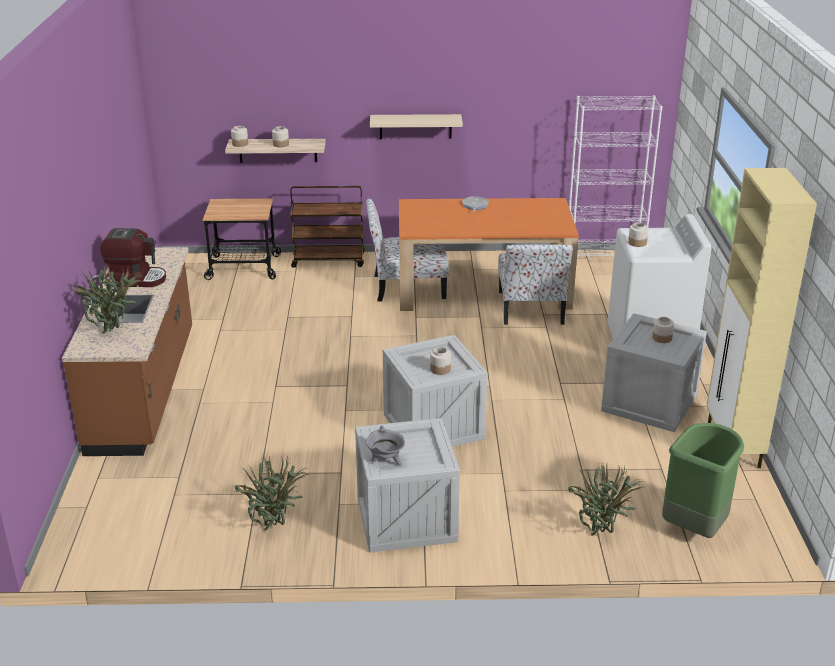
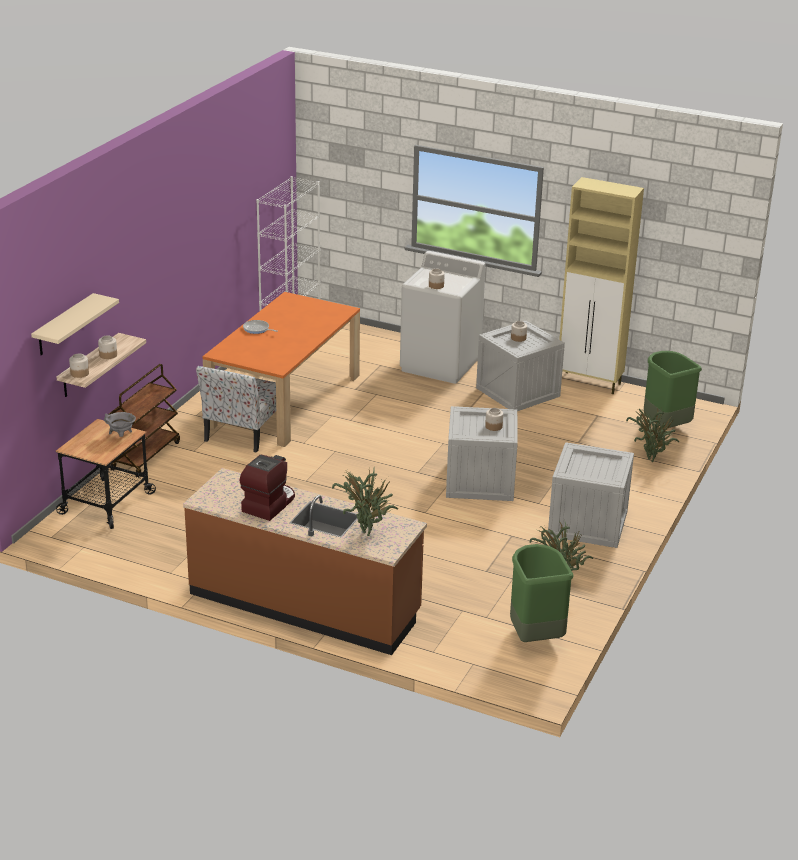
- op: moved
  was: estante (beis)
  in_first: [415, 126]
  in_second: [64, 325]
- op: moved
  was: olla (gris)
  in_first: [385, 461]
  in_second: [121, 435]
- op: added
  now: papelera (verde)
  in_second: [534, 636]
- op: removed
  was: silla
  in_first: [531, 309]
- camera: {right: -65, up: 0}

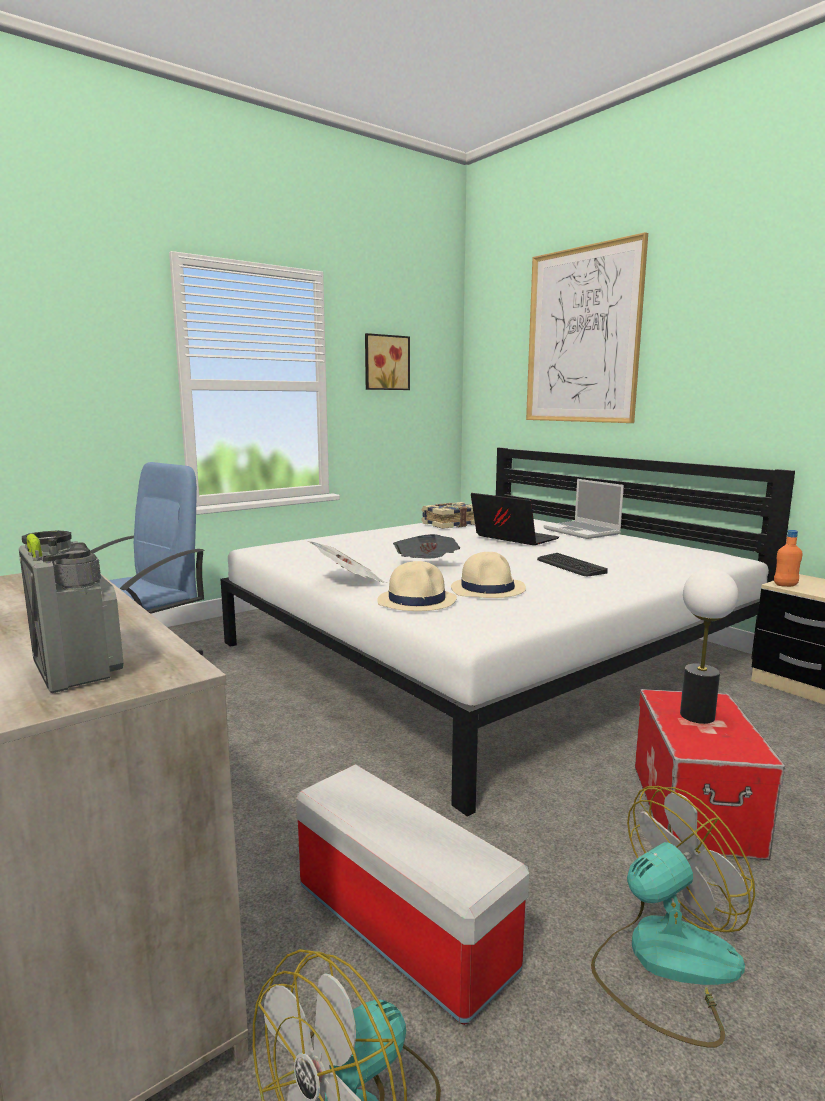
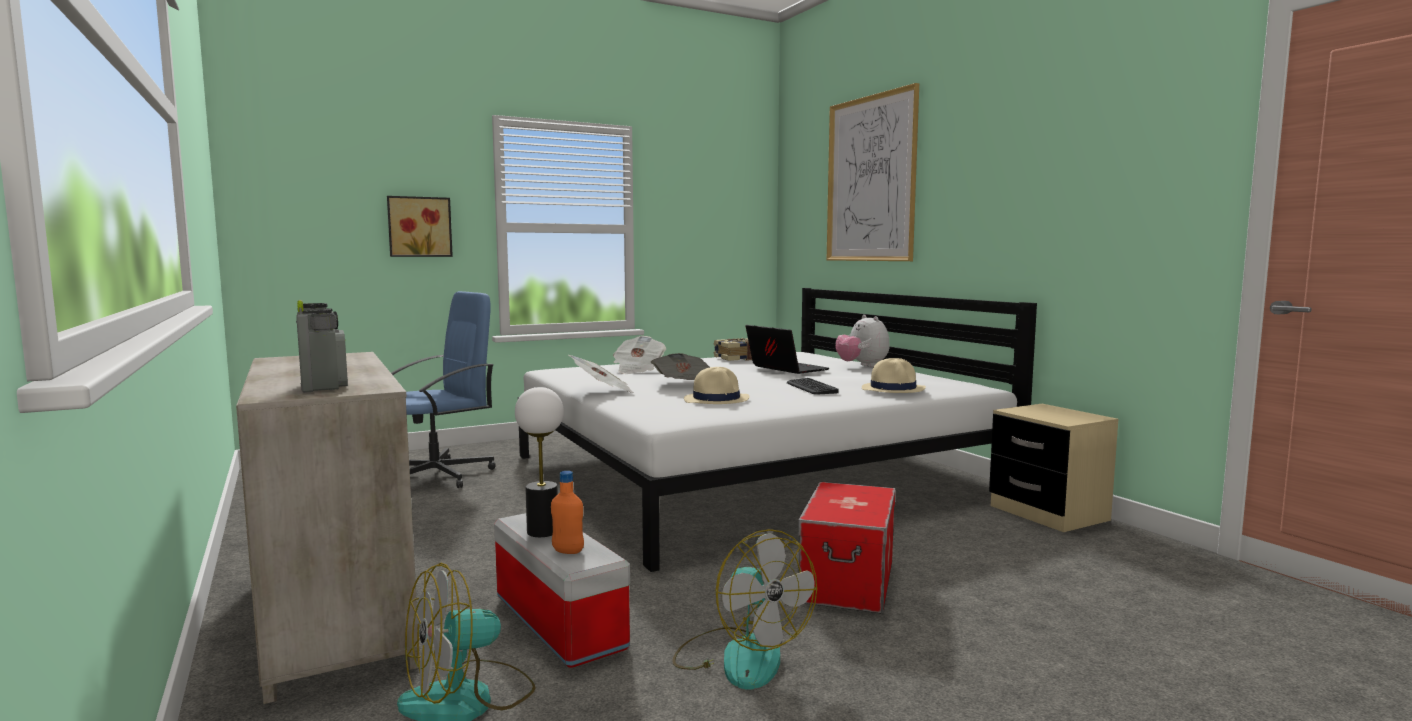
- op: moved
  was: cuadro
  in_first: [385, 362]
  in_second: [419, 227]
- op: moved
  was: lámpara de mesa
  in_first: [697, 716]
  in_second: [543, 532]
- op: moved
  was: botella (naranja)
  in_first: [785, 585]
  in_second: [568, 551]
- op: added
  now: periódico
  in_second: [638, 370]
- op: turned
  was: ventilador
  in_first: [664, 963]
  in_second: [740, 656]
  clockwise: 75
- op: replaced
  was: portátil
  now: peluche
  in_first: [583, 532]
  in_second: [862, 366]
- op: moved
  was: sombrero (beis)
  in_first: [417, 601]
  in_second: [893, 389]
- camera: {right: 10, up: -5}

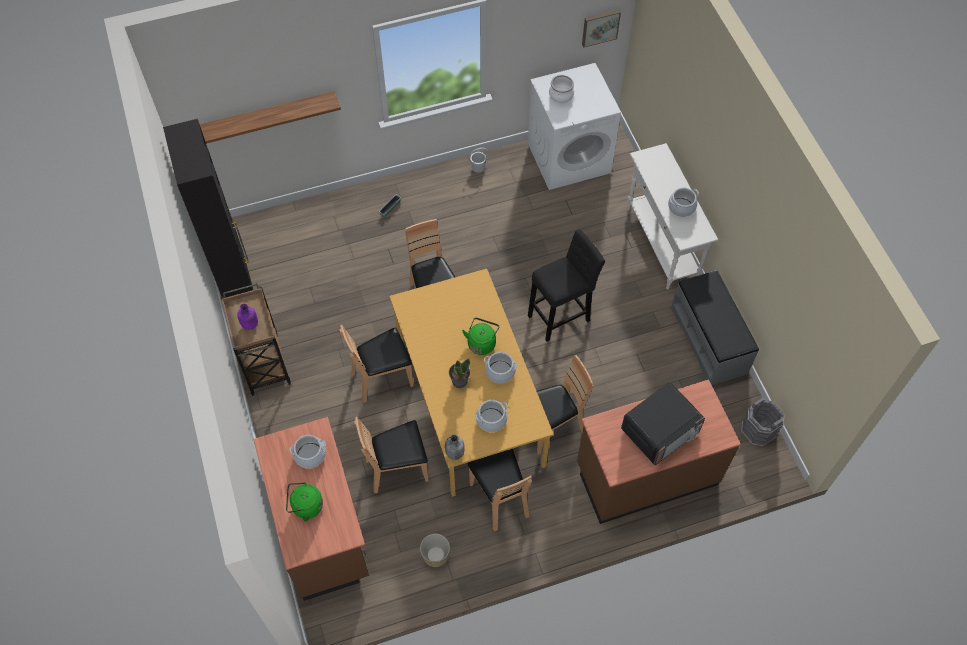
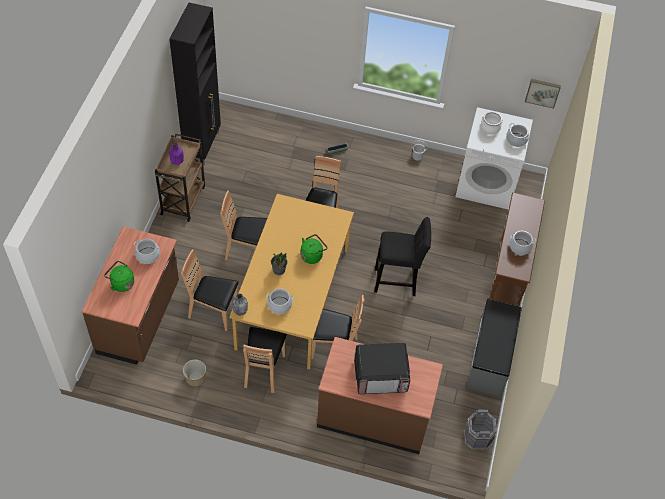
- op: recoloured
  was: mesa consola (blanco)
  now: mesa consola (marrón)
  in_first: [661, 244]
  in_second: [507, 276]
- op: moved
  was: olla
  in_first: [500, 371]
  in_second: [516, 140]
- op: removed
  was: estante
  in_first: [268, 116]
- camera: {right: 30, up: -5}

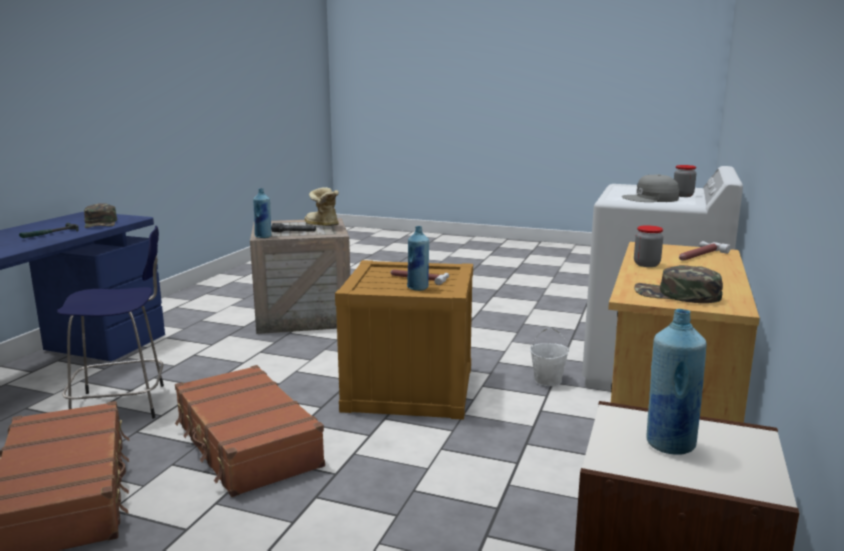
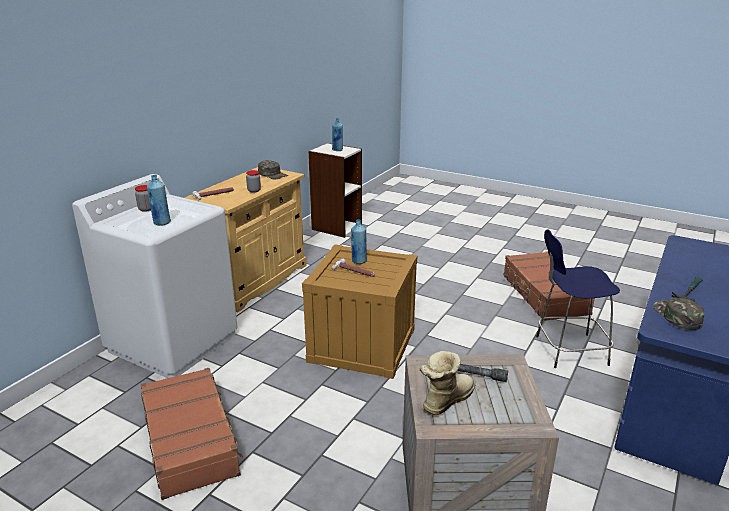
- op: moved
  was: maleta (marrón)
  in_first: [246, 444]
  in_second: [191, 440]
- op: moved
  was: botella (azul)
  in_first: [263, 237]
  in_second: [162, 223]
- op: turned
  was: bota
  in_first: [321, 225]
  in_second: [445, 400]
  clockwise: -105
- op: removed
  was: cubo (blanco)
  in_first: [548, 380]
- op: removed
  was: gorra (gris)
  in_first: [650, 199]
- camera: {right: -170, up: 10}

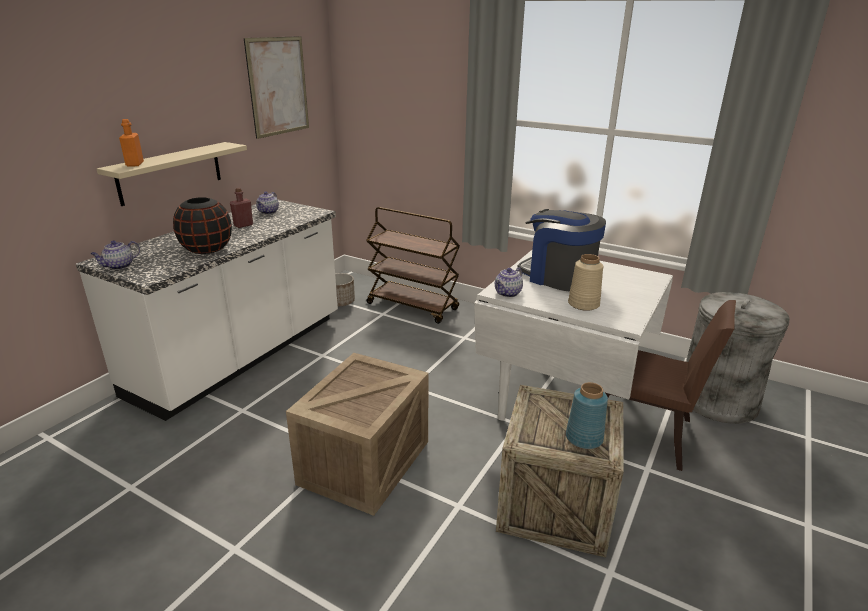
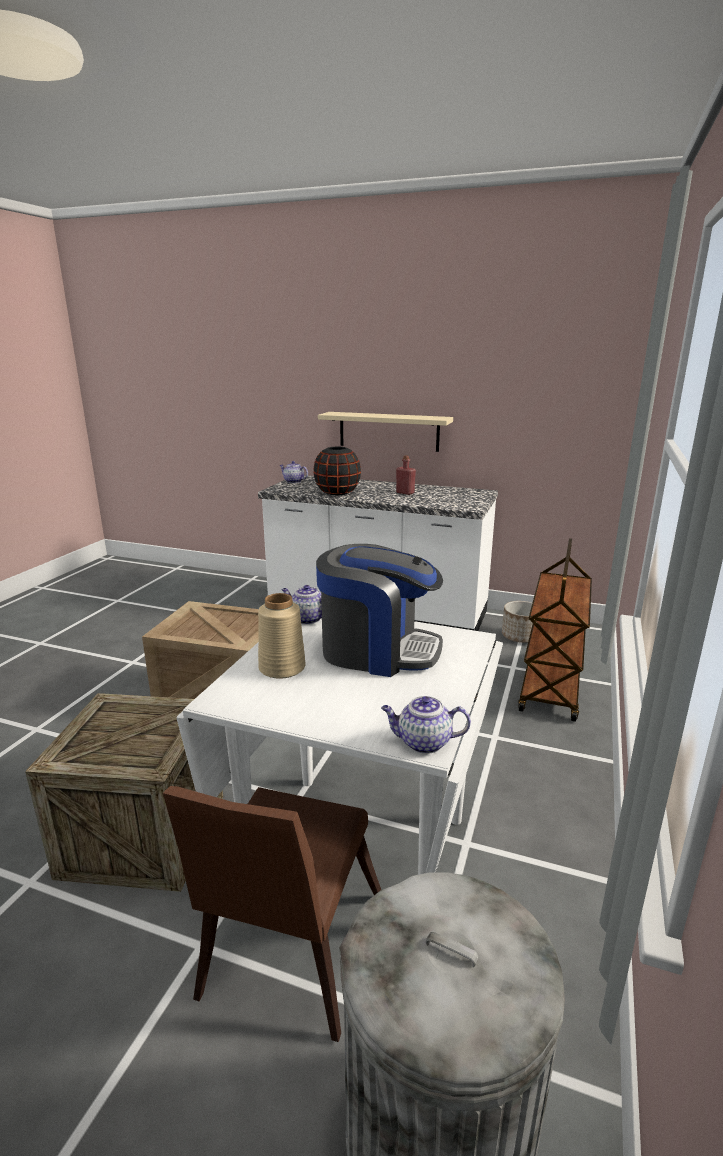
- op: turned
  was: cafetera
  in_first: [558, 277]
  in_second: [377, 651]
  clockwise: 75
- op: moved
  was: tetera
  in_first: [268, 212]
  in_second: [423, 742]
- op: removed
  was: botella (naranja)
  in_first: [135, 164]
- op: removed
  was: cuadro
  in_first: [278, 86]
- op: removed
  was: florero (azul)
  in_first: [584, 438]
- camera: {right: 80, up: -5}

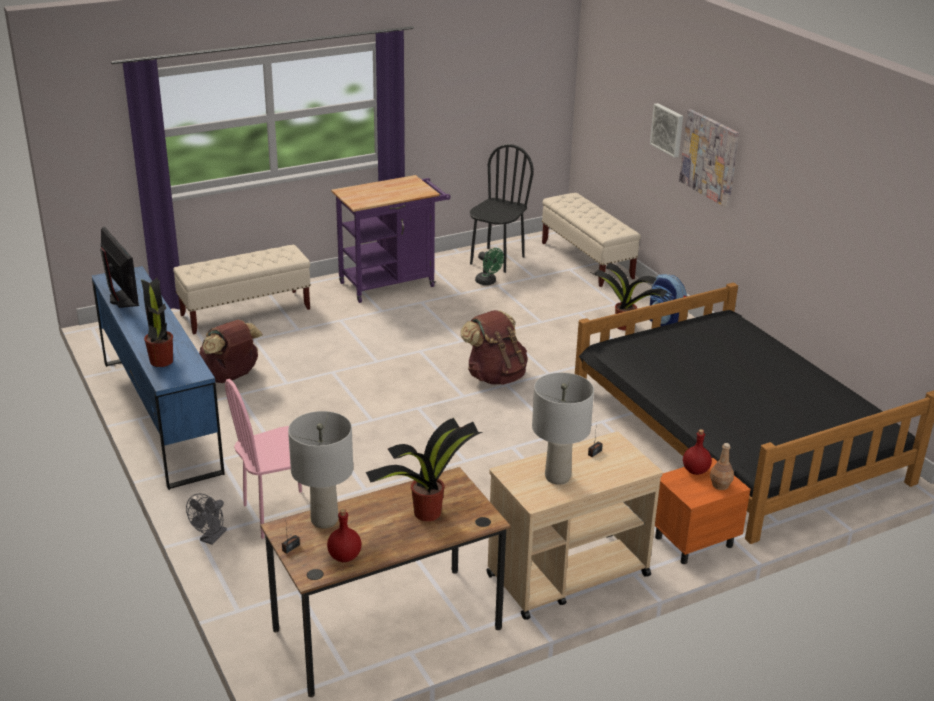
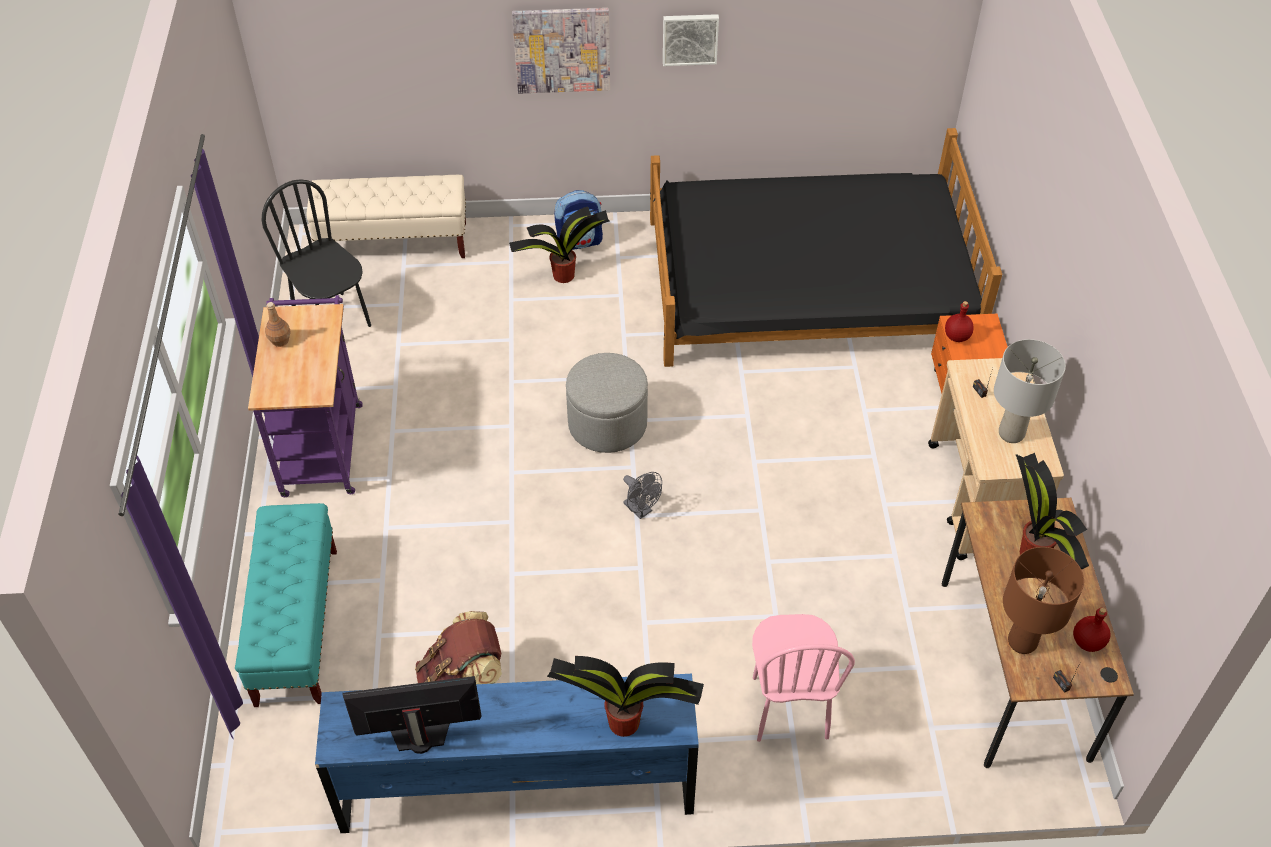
- op: recoloured
  was: banco (beis)
  now: banco (turquesa)
  in_first: [246, 312]
  in_second: [297, 626]
- op: moved
  was: botella (marrón)
  in_first: [720, 485]
  in_second: [280, 340]
- op: replaced
  was: mochila (marrón)
  now: puf (gris)
  in_first: [495, 376]
  in_second: [607, 424]
- op: moved
  was: ventilador (gris)
  in_first: [211, 538]
  in_second: [641, 510]
- op: moved
  was: cuadro
  in_first: [668, 129]
  in_second: [690, 38]
- op: recoloured
  was: lámpara de mesa (gris)
  now: lámpara de mesa (marrón)
  in_first: [324, 520]
  in_second: [1021, 642]
- op: removed
  was: ventilador (verde)
  in_first: [488, 282]
- camera: {right: -65, up: 20}

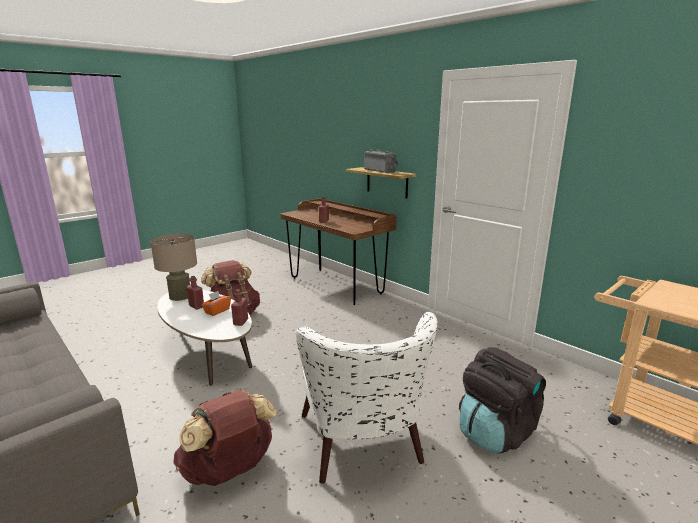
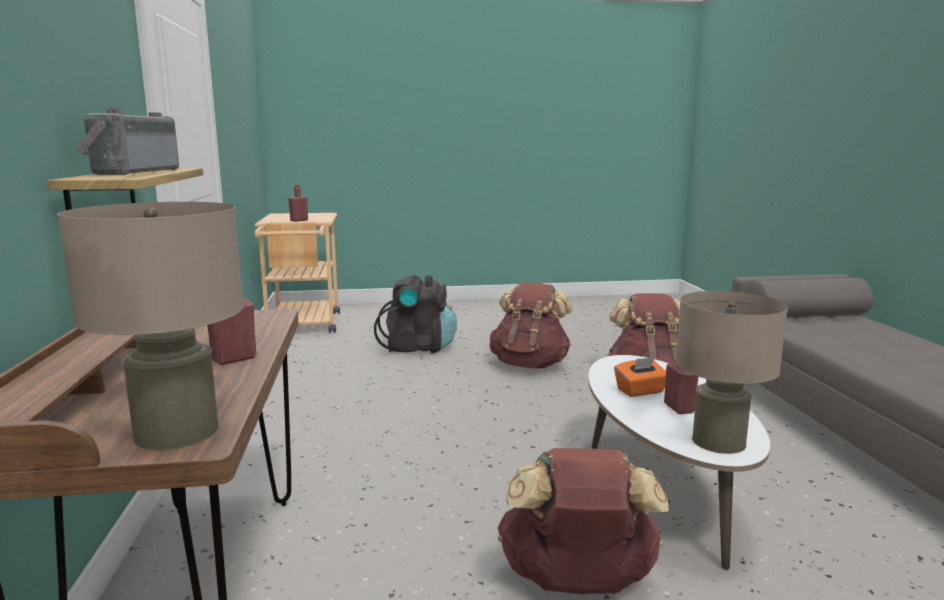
- op: added
  now: lámpara de mesa (beis)
  in_second: [176, 432]
- op: moved
  was: botella (rojo)
  in_first: [240, 322]
  in_second: [299, 220]
- op: replaced
  was: sillón (blanco)
  now: mochila (marrón)
  in_first: [363, 448]
  in_second: [530, 364]
- camera: {right: -145, up: -5}

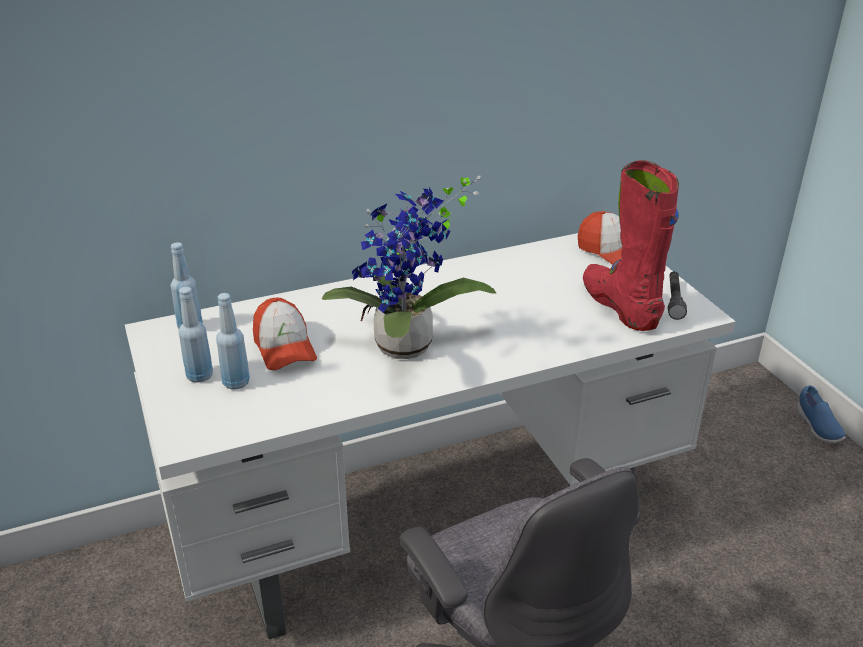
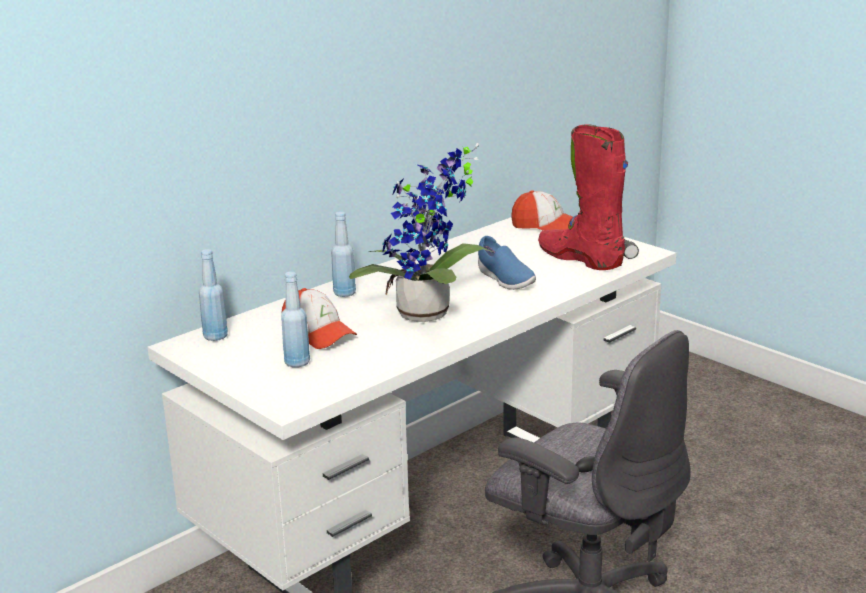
- op: moved
  was: botella (azul)
  in_first: [199, 376]
  in_second: [344, 293]
- op: moved
  was: zapato (azul)
  in_first: [817, 426]
  in_second: [504, 280]
- camera: {right: -20, up: -10}

